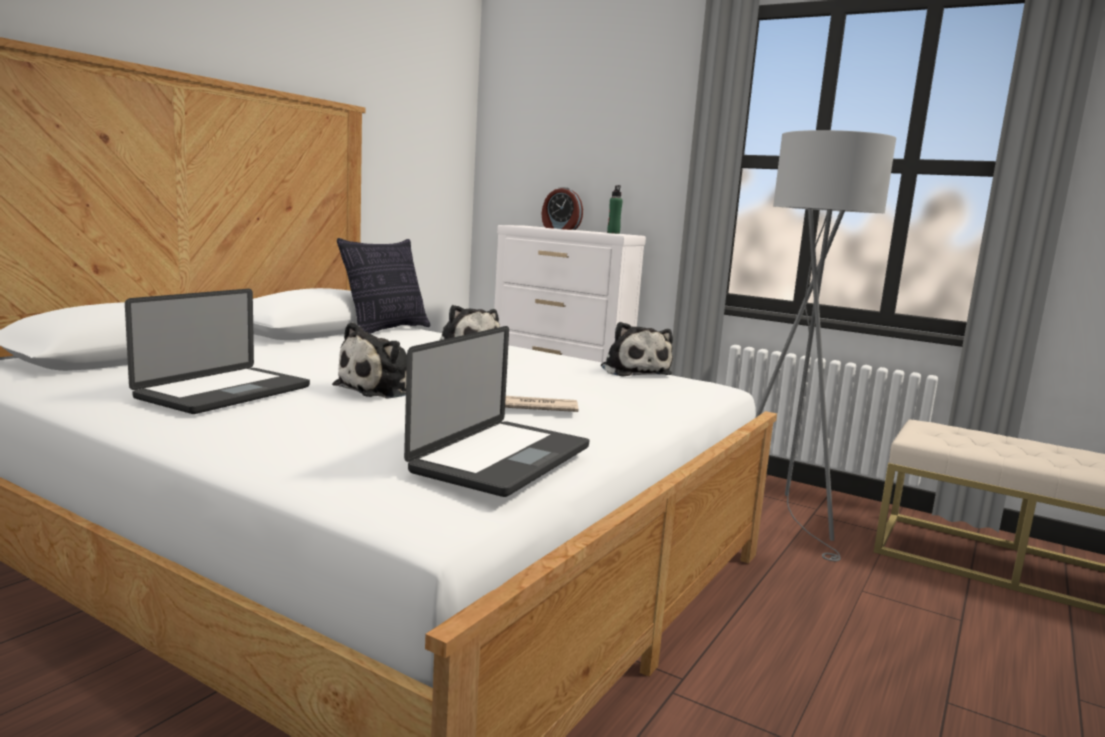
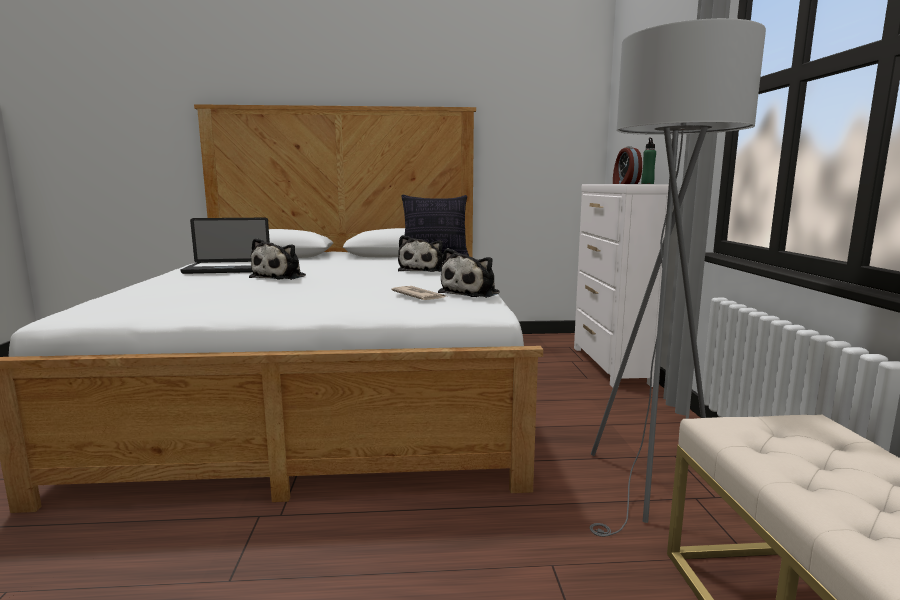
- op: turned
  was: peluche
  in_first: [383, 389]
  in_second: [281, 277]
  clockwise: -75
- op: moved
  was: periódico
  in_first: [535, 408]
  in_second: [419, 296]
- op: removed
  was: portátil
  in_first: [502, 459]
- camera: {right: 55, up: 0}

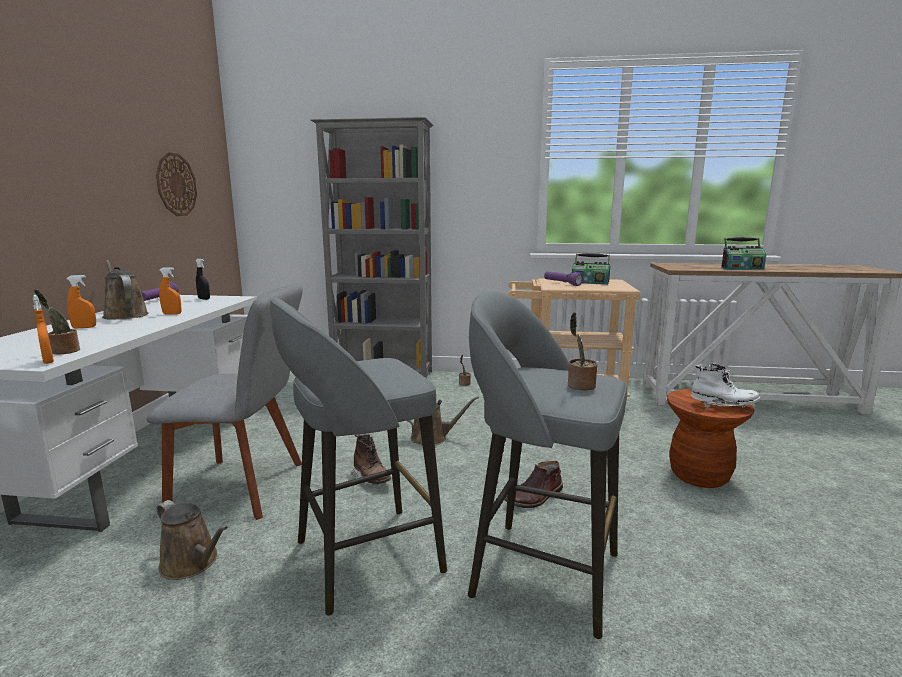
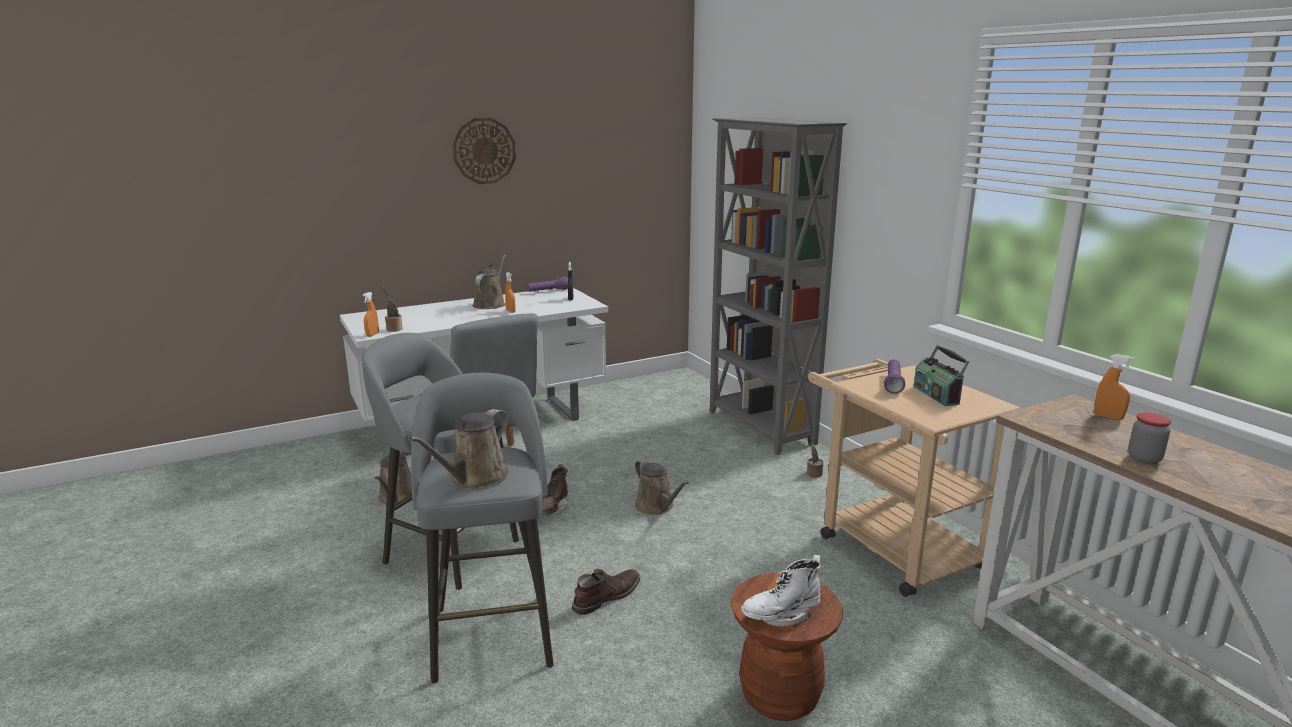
- op: replaced
  was: planta en maceta
  now: regadera (marrón)
  in_first: [579, 386]
  in_second: [474, 478]
- op: moved
  was: reloj de pared
  in_first: [176, 185]
  in_second: [484, 151]
- op: turned
  was: bota (marrón)
  in_first: [534, 497]
  in_second: [606, 596]
  clockwise: 120
- op: turned
  was: bota (blanco)
  in_first: [723, 406]
  in_second: [780, 615]
  clockwise: 90
- op: moved
  was: pulverizador (naranja)
  in_first: [84, 327]
  in_second: [1108, 417]
- op: replaced
  was: radio
  now: tarro
  in_first: [741, 268]
  in_second: [1144, 459]
- camera: {right: 55, up: 5}

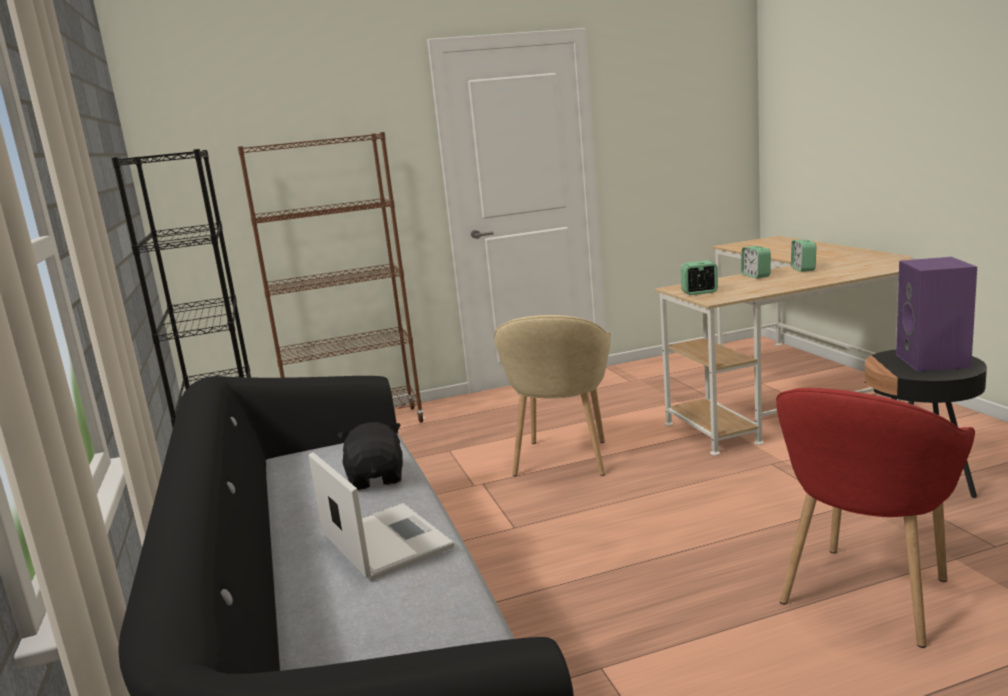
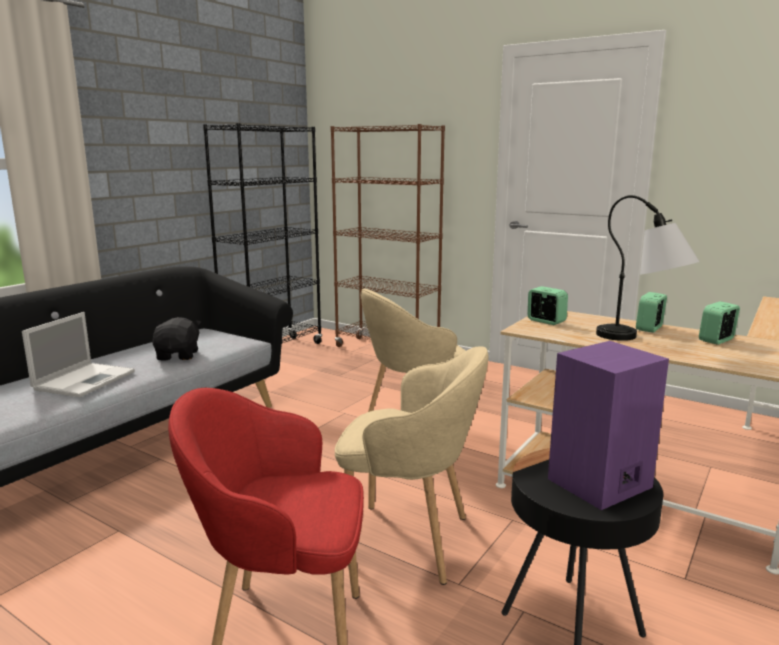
- op: turned
  was: peluche (negro)
  in_first: [377, 478]
  in_second: [178, 355]
  clockwise: -45
- op: added
  now: sillón (beis)
  in_second: [411, 541]
- op: added
  now: lámpara de mesa
  in_second: [641, 340]
- camera: {right: 50, up: 0}

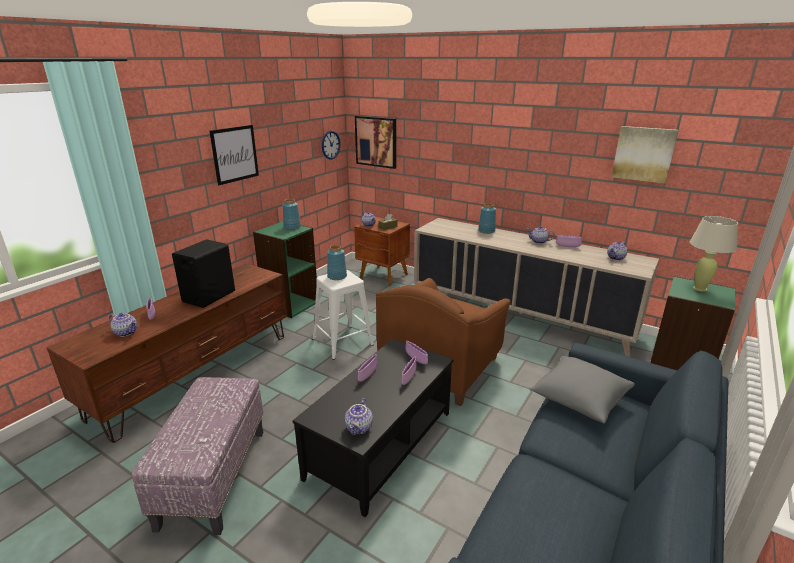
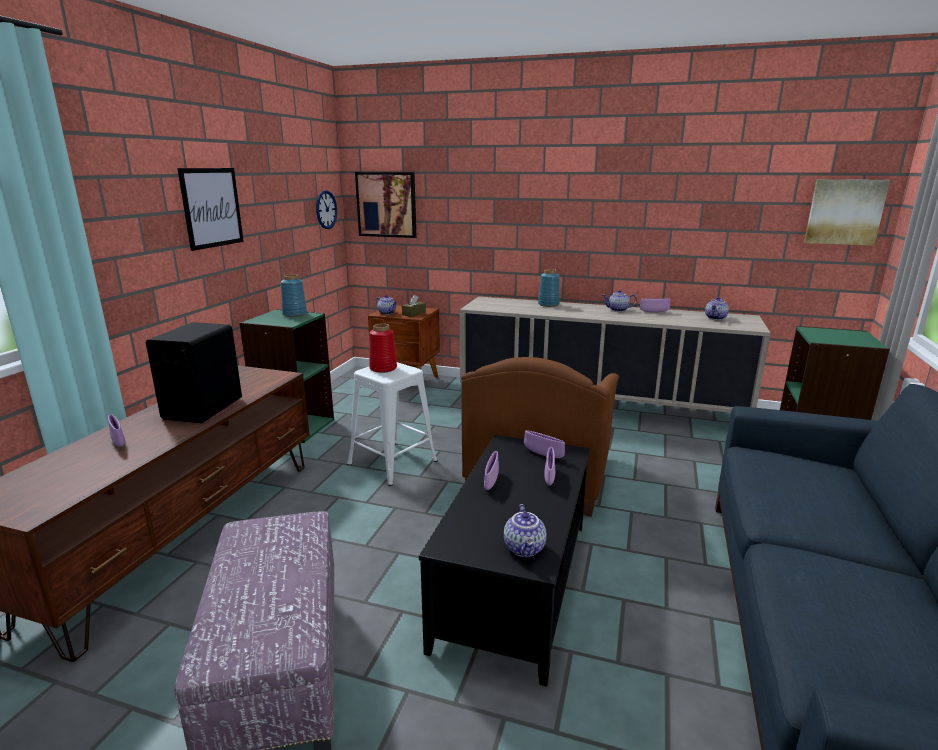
- op: recoloured
  was: florero (azul)
  now: florero (rojo)
  in_first: [337, 276]
  in_second: [383, 368]
- op: moved
  was: cuadro
  in_first: [643, 154]
  in_second: [844, 212]
- op: removed
  was: tetera
  in_first: [126, 332]
- op: removed
  was: cojín (gris)
  in_first: [578, 399]
- op: removed
  was: lámpara de mesa (beis)
  in_first: [700, 288]
- camera: {right: -15, up: -5}

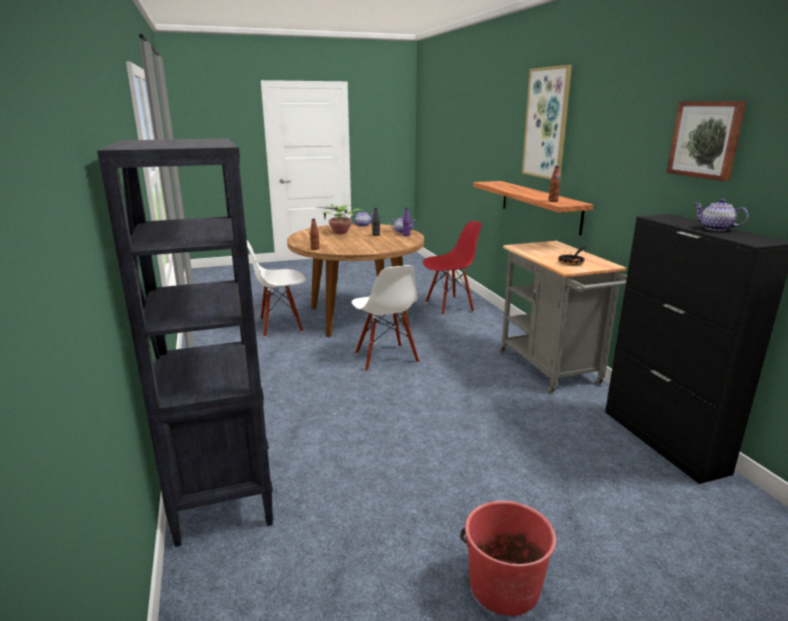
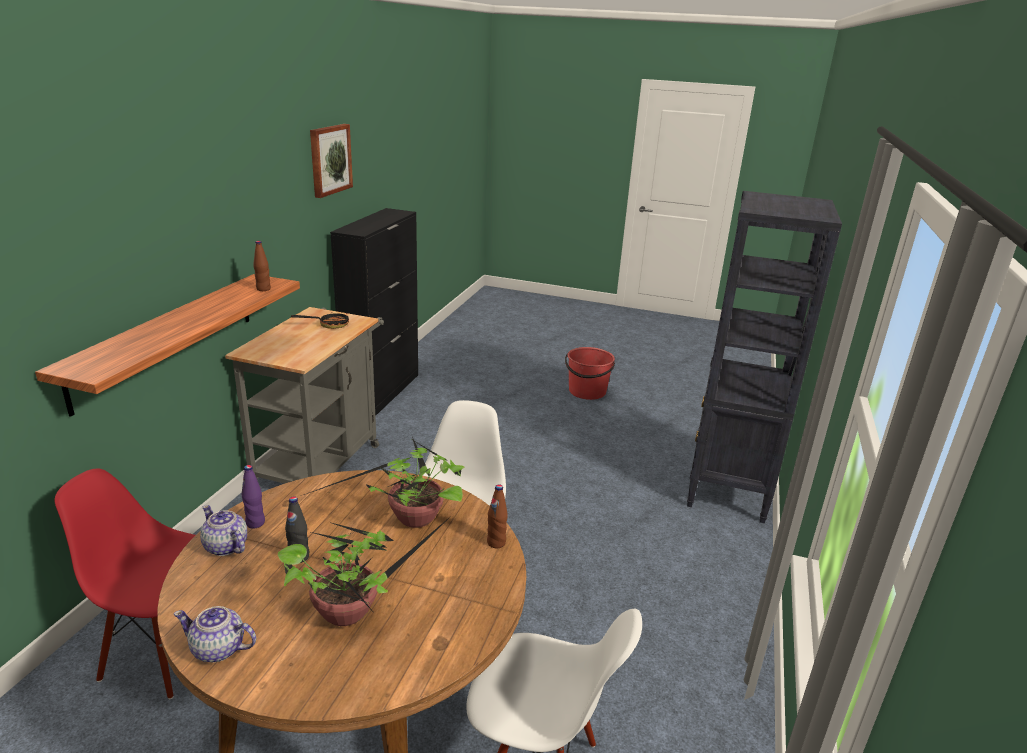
- op: added
  now: planta en maceta
  in_second: [412, 521]
- op: removed
  was: cuadro
  in_first: [546, 123]
- op: removed
  was: tetera
  in_first: [716, 228]
- camera: {right: -145, up: 5}

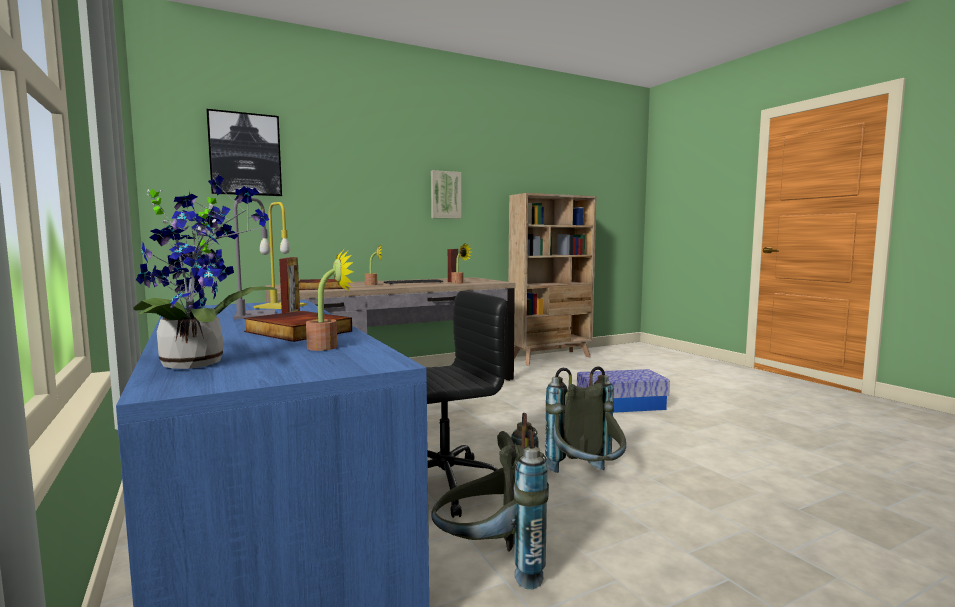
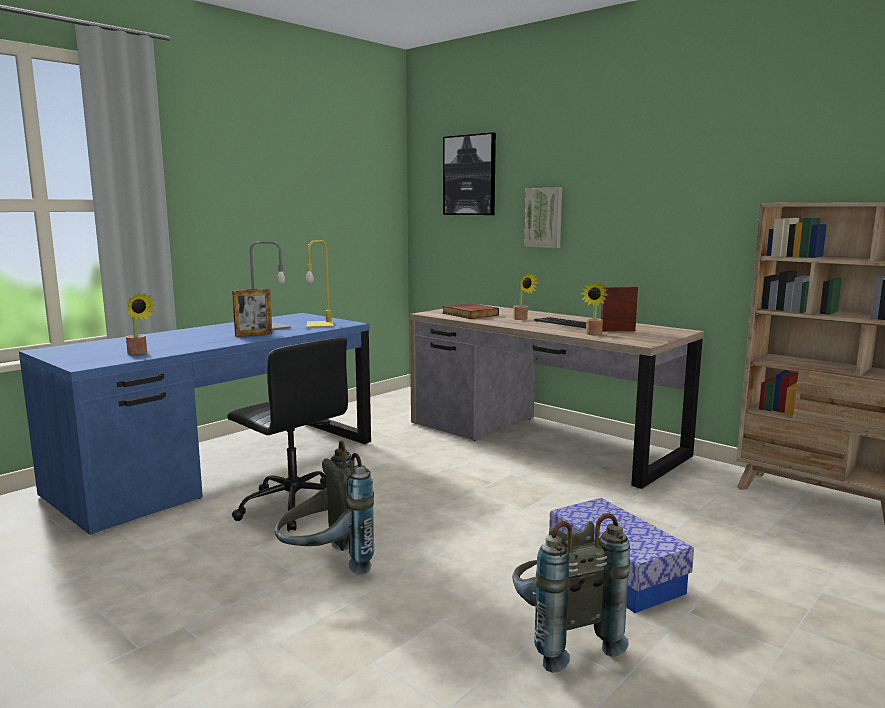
- op: moved
  was: mochila (gris)
  in_first: [491, 564]
  in_second: [560, 639]
- op: moved
  was: cuadro
  in_first: [445, 195]
  in_second: [544, 217]
- op: removed
  was: planta en maceta
  in_first: [200, 362]
- op: removed
  was: libro
  in_first: [296, 331]
- camera: {right: 70, up: 5}

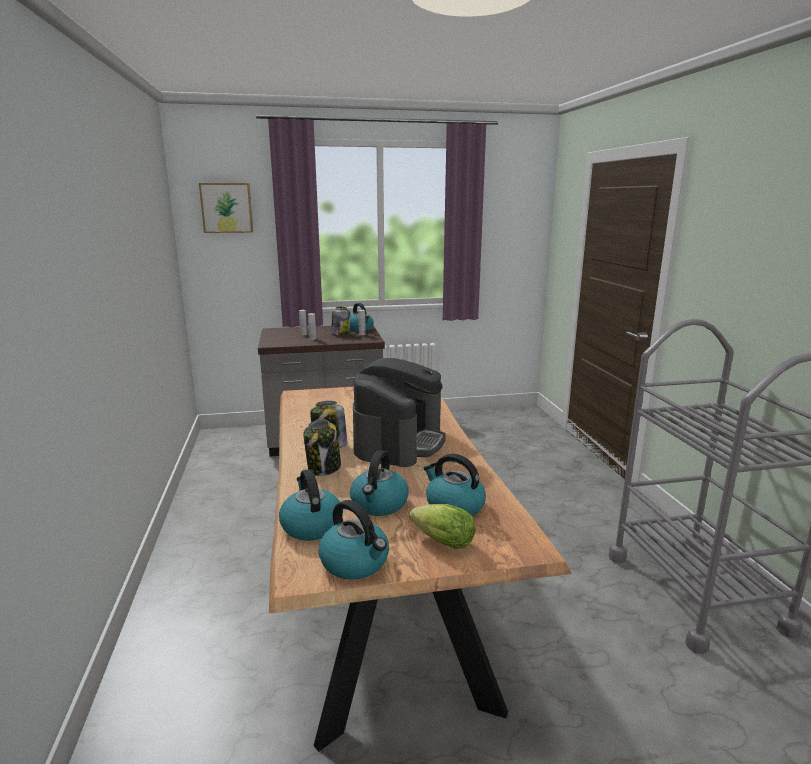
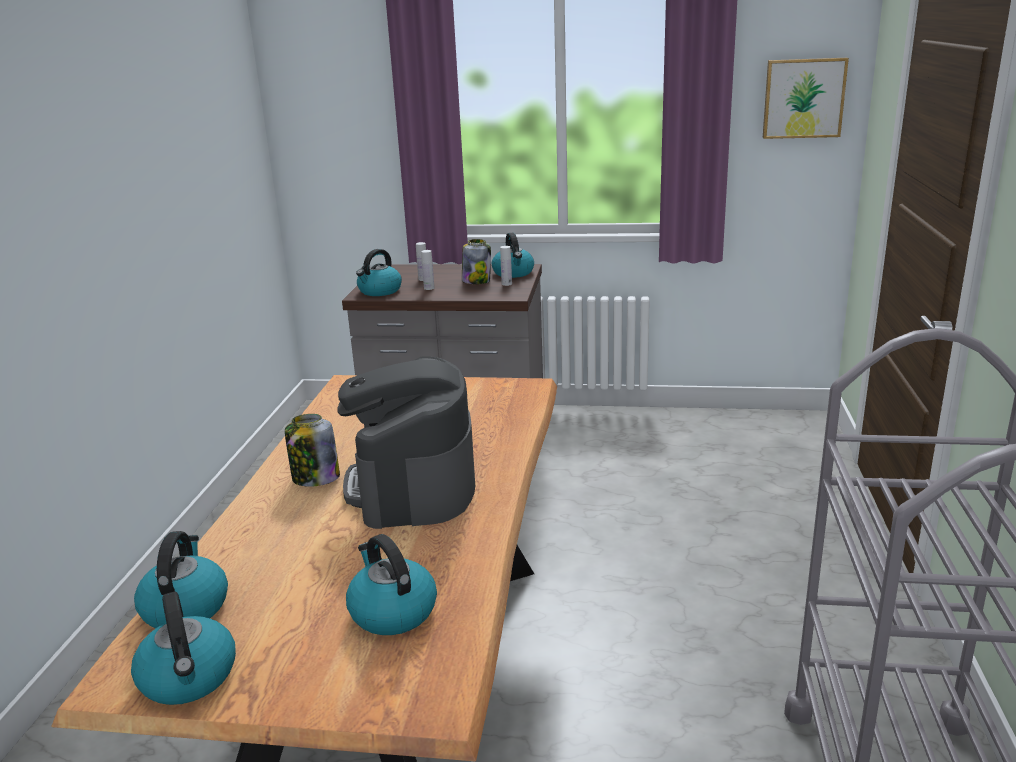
- op: turned
  was: cafetera
  in_first: [399, 442]
  in_second: [413, 485]
  clockwise: 135
- op: moved
  was: hervidor
  in_first: [379, 504]
  in_second: [379, 291]
- op: moved
  was: cuadro
  in_first: [227, 208]
  in_second: [803, 98]
- op: removed
  was: tarro
  in_first: [324, 468]
- op: removed
  was: lechuga
  in_first: [440, 541]
- camera: {right: 20, up: 5}

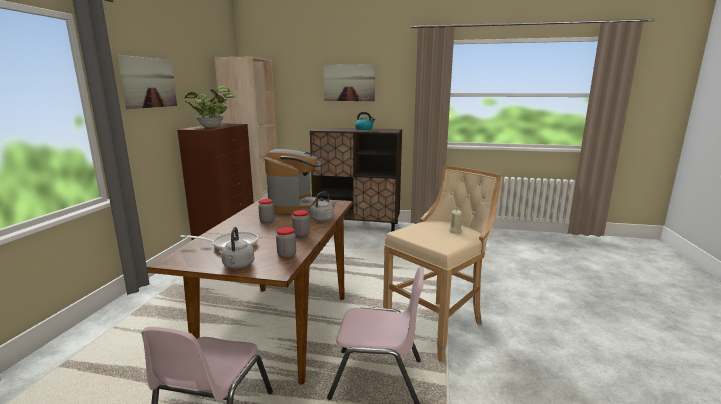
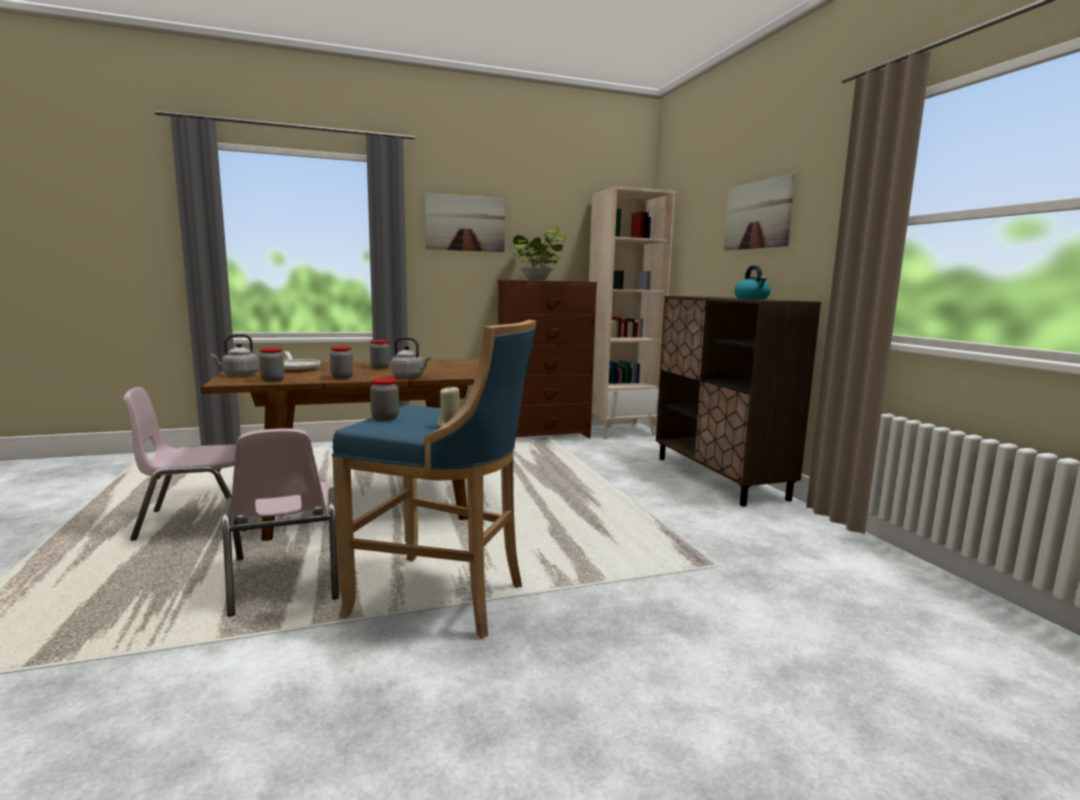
- op: recoloured
  was: taburete (beis)
  now: taburete (azul)
  in_first: [437, 326]
  in_second: [444, 598]
- op: added
  now: tarro
  in_second: [385, 418]
- op: removed
  was: cafetera
  in_first: [294, 206]
- camera: {right: 60, up: -5}

